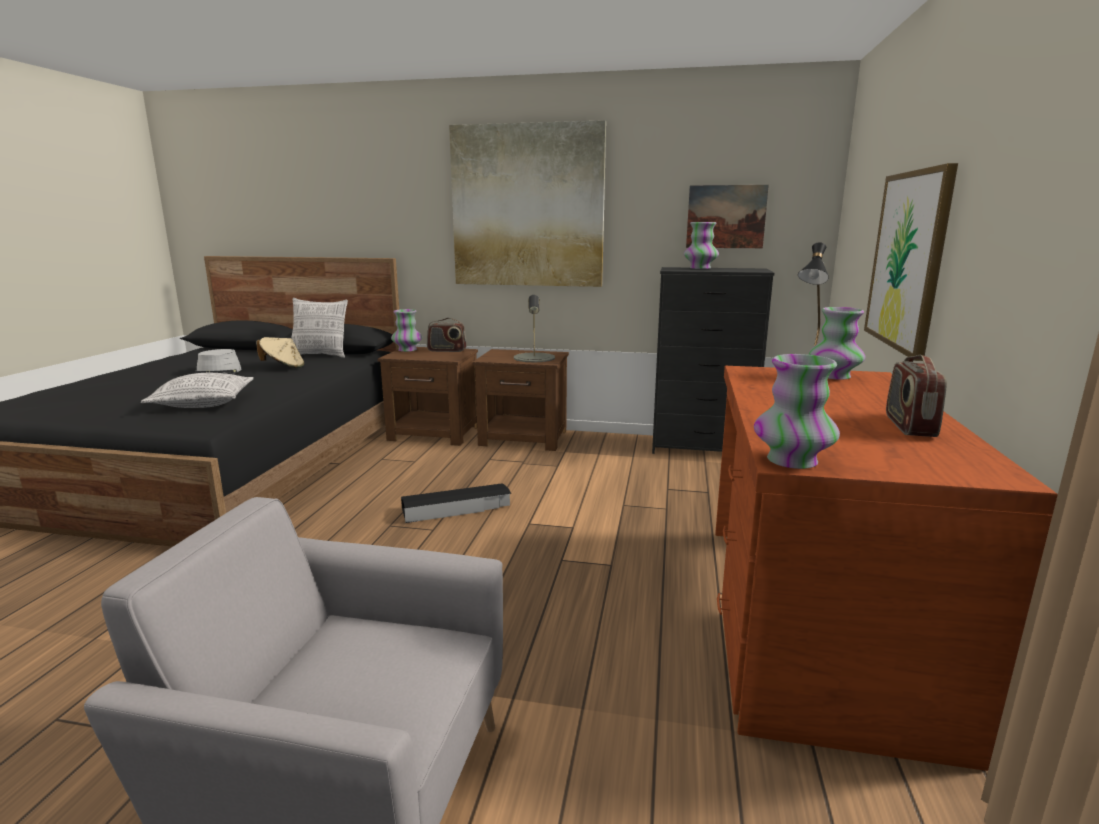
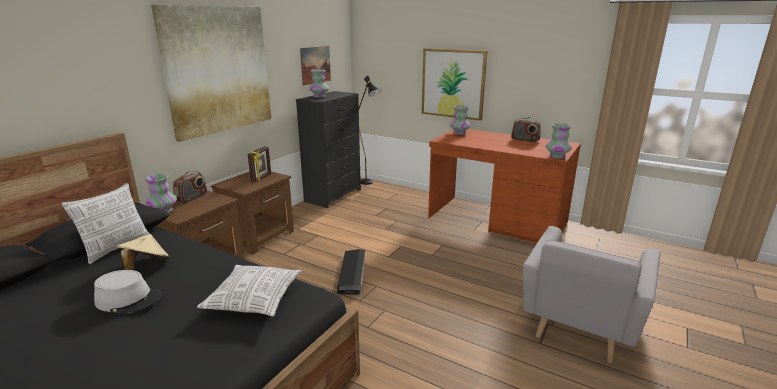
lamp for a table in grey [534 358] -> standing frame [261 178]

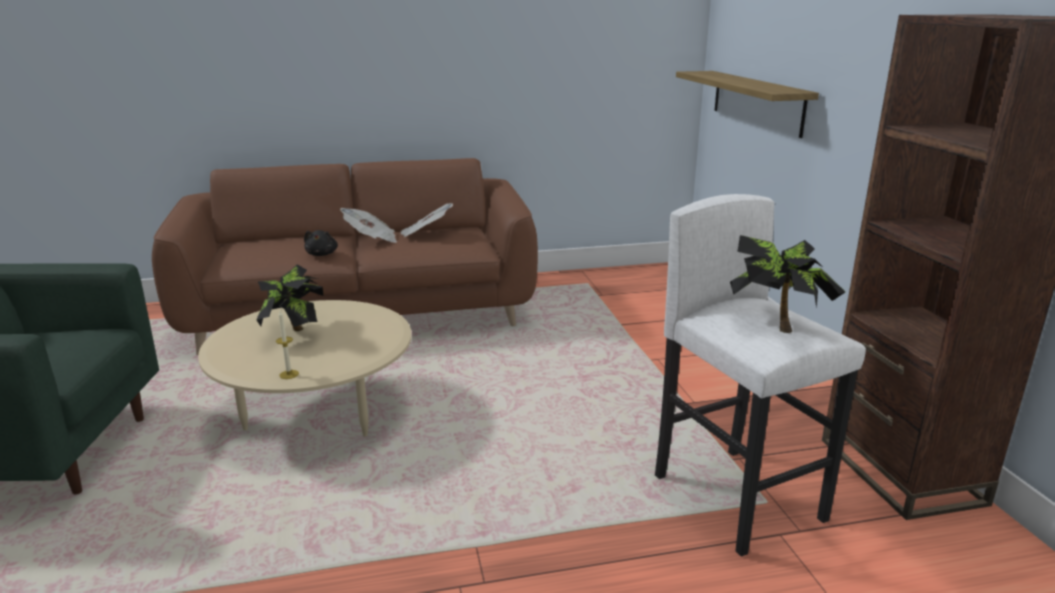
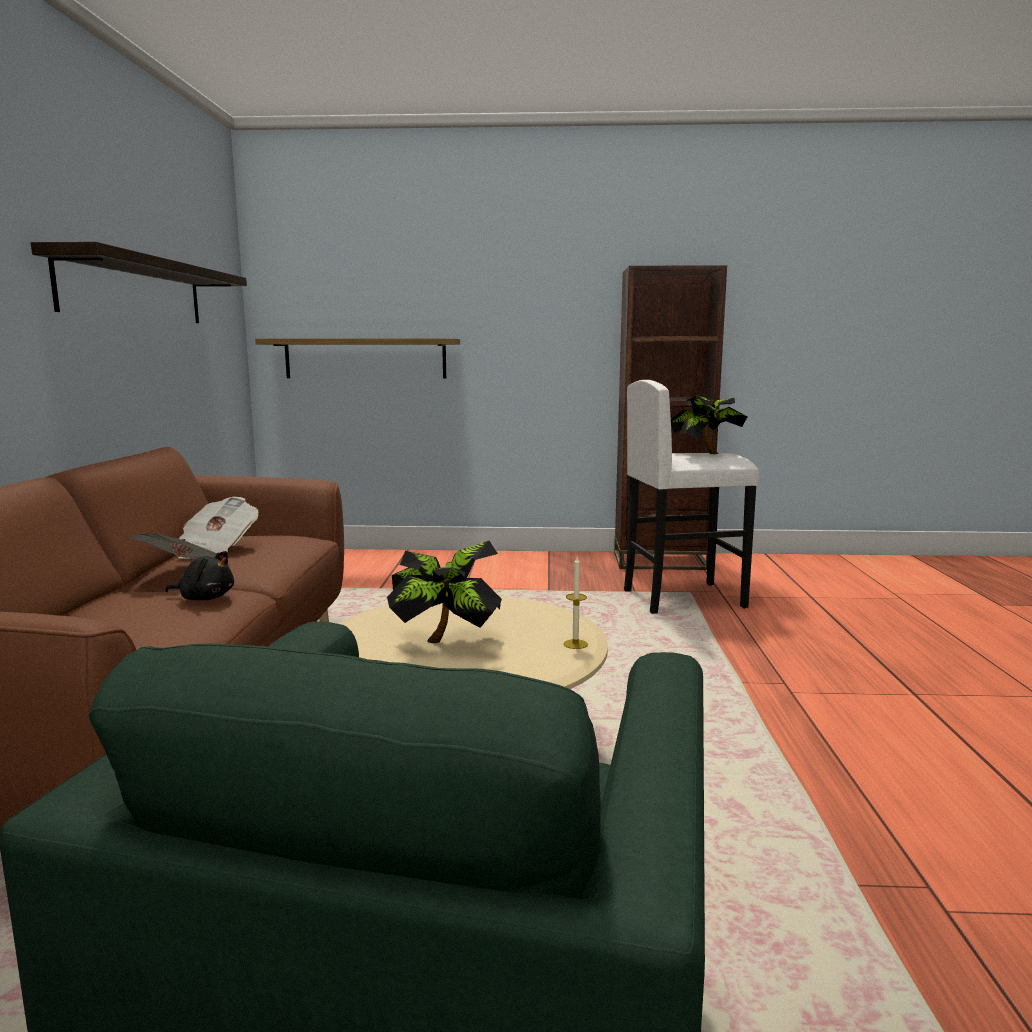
none -> bracket shelf [135 291]

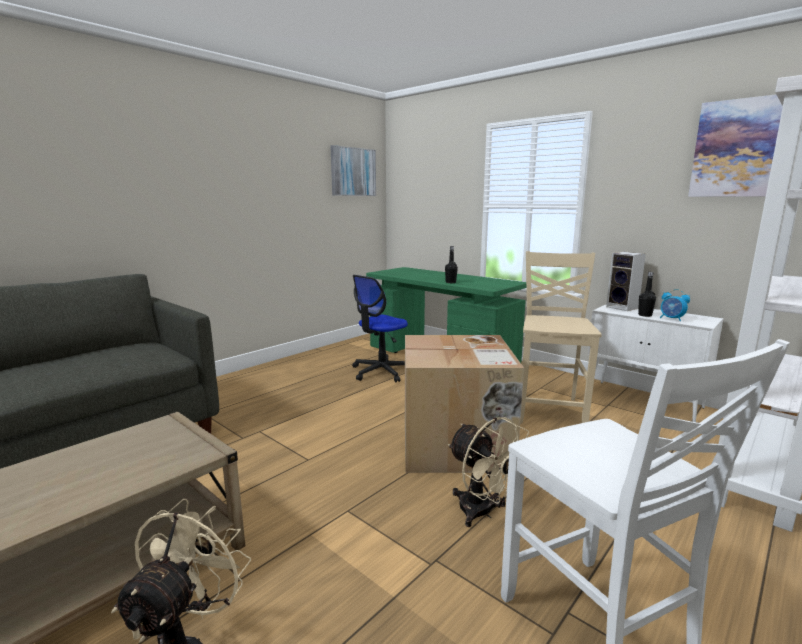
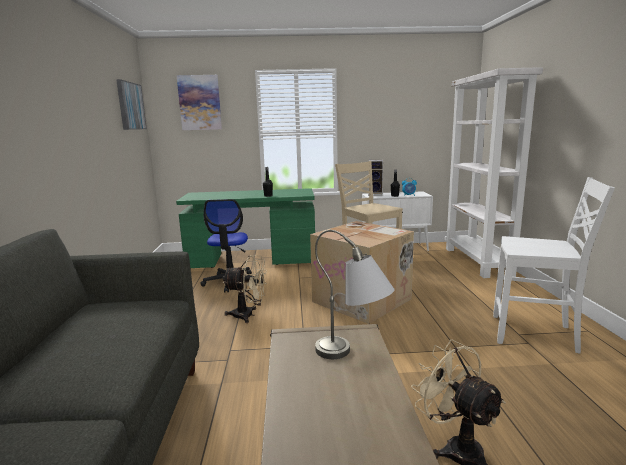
picture [735 149] -> picture [200 103], shifted
fan in beige-coloured [482 513] -> fan in beige-coloured [248 315], shifted
none -> lamp for a table in grey [353 356]

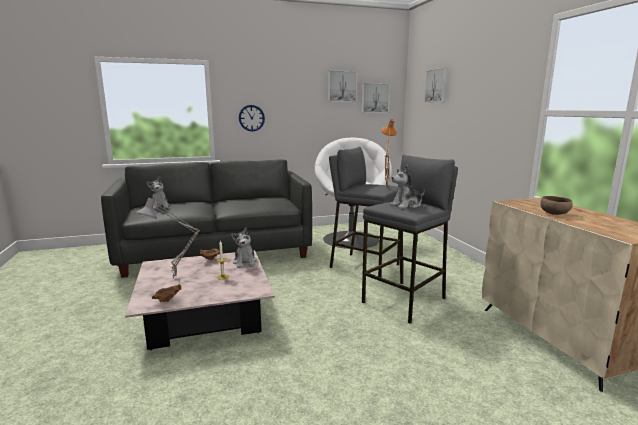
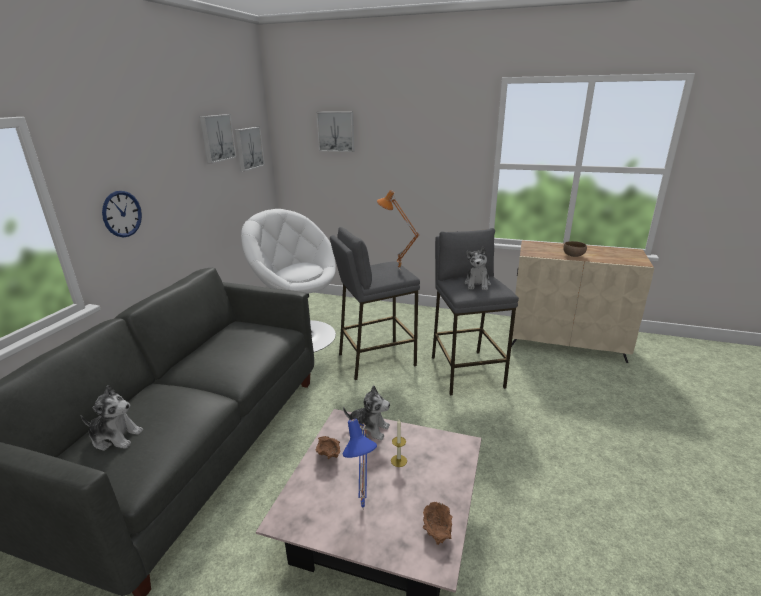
lamp for a table in grey [174 278] -> lamp for a table in bluish [365 507]

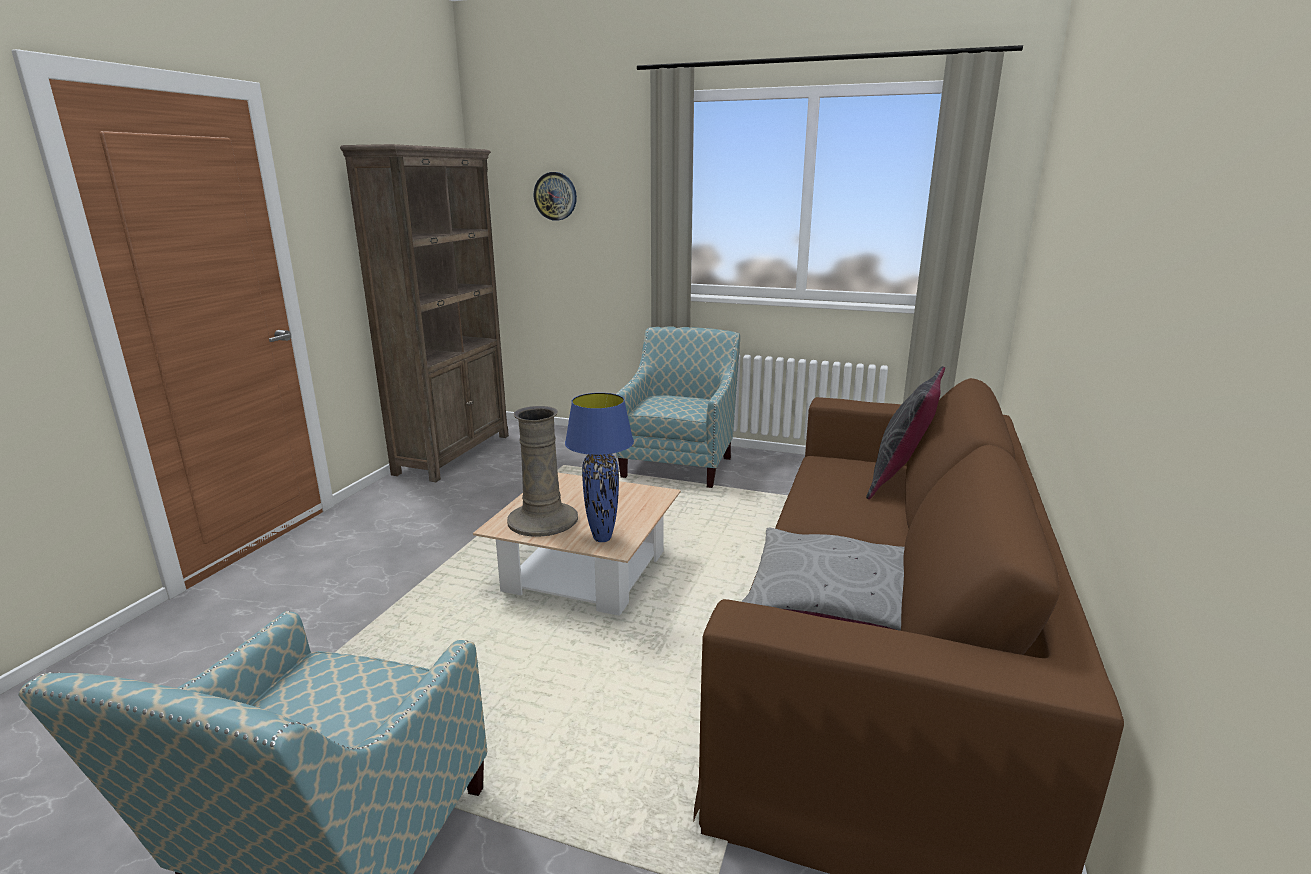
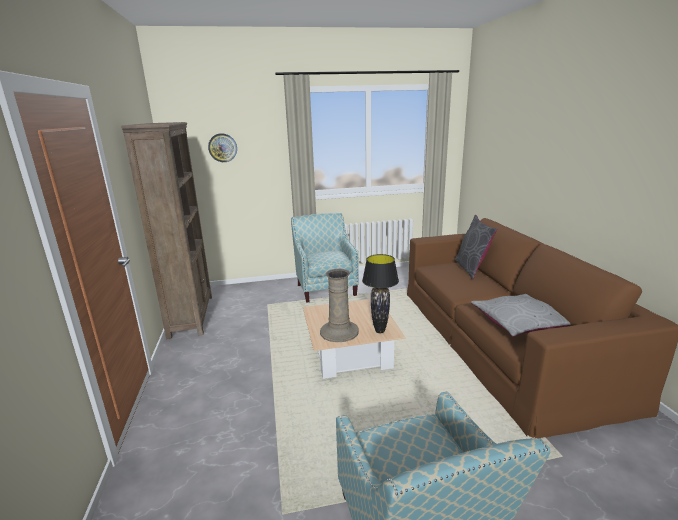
lamp for a table in bluish [603 538] -> lamp for a table in blackish [380 331]

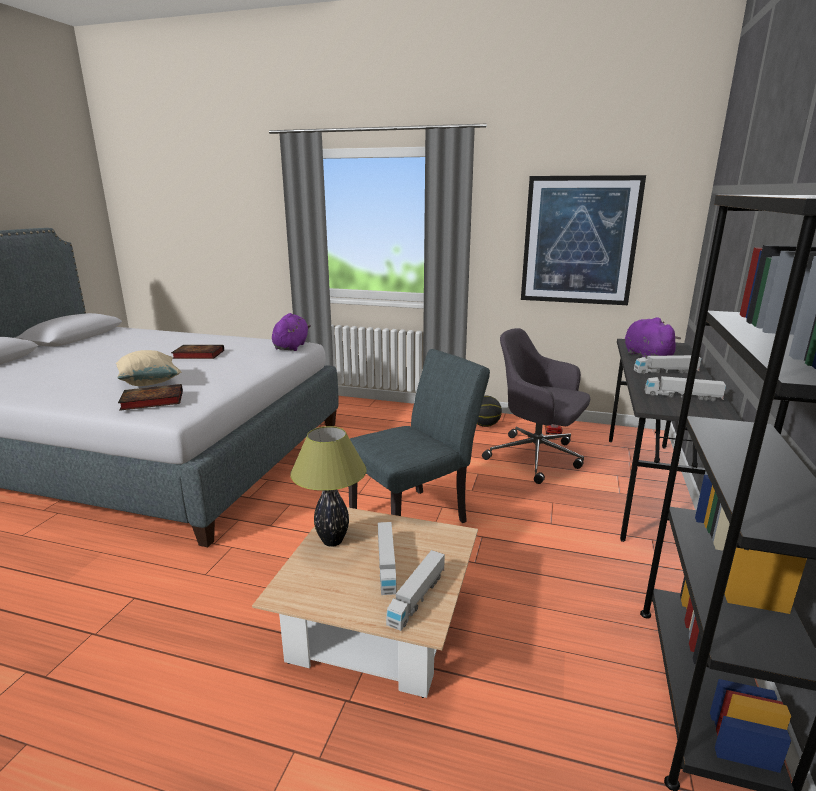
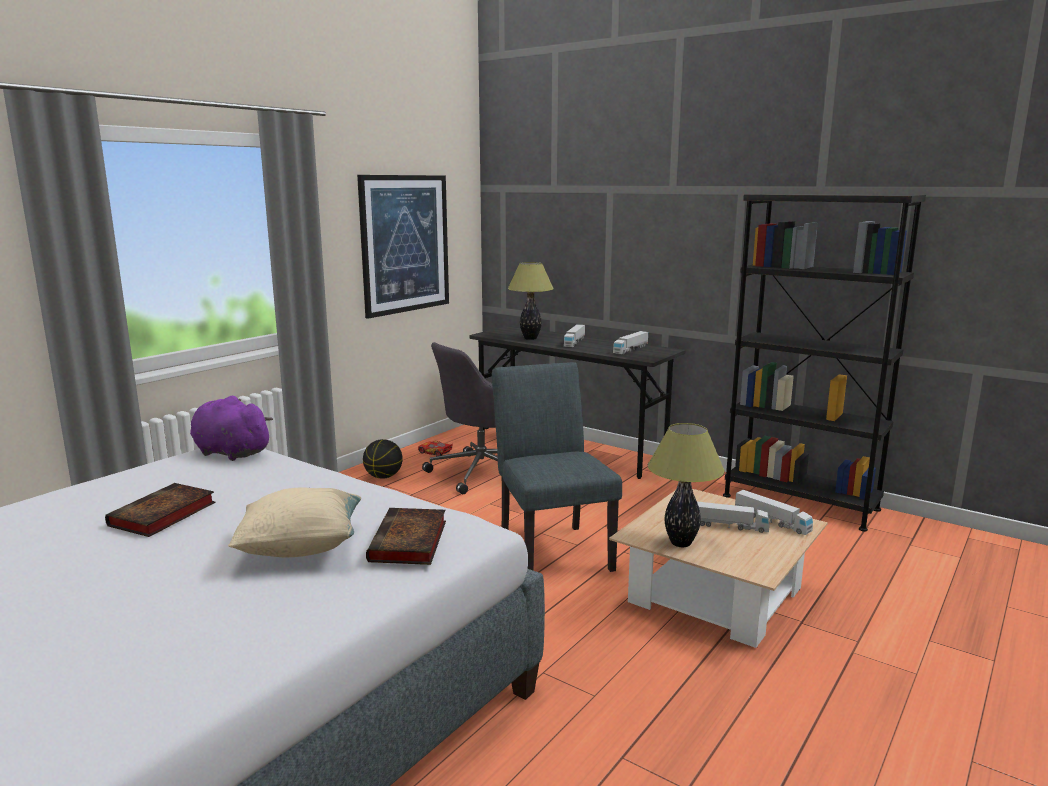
soft toy in purple-coloured [646 356] -> lamp for a table [530 338]

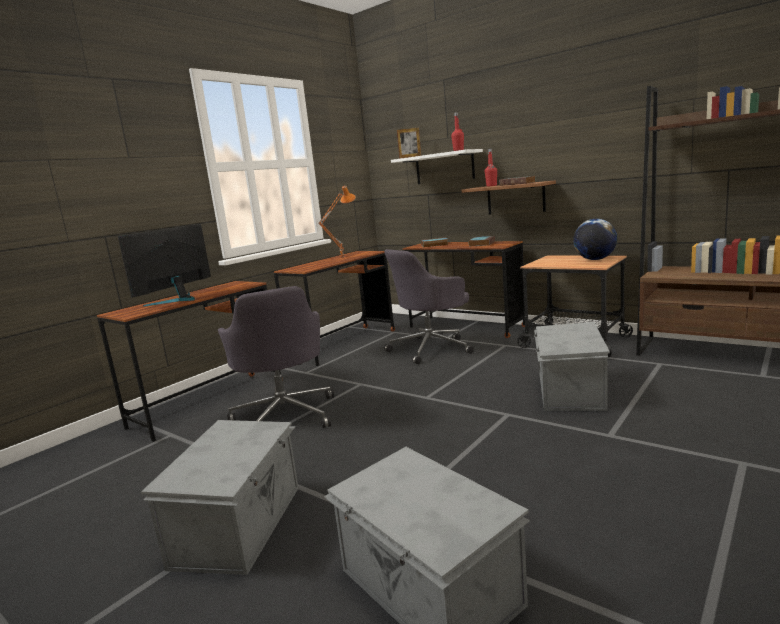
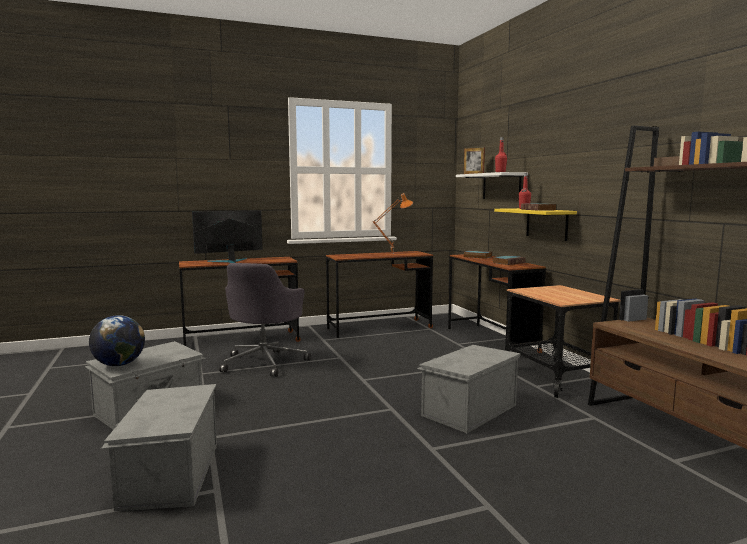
bracket shelf in brownish [515 198] -> bracket shelf in yellow [546 223]
desk globe [595 259] -> desk globe [119 364], shifted
computer chair in grey [431 348] -> none

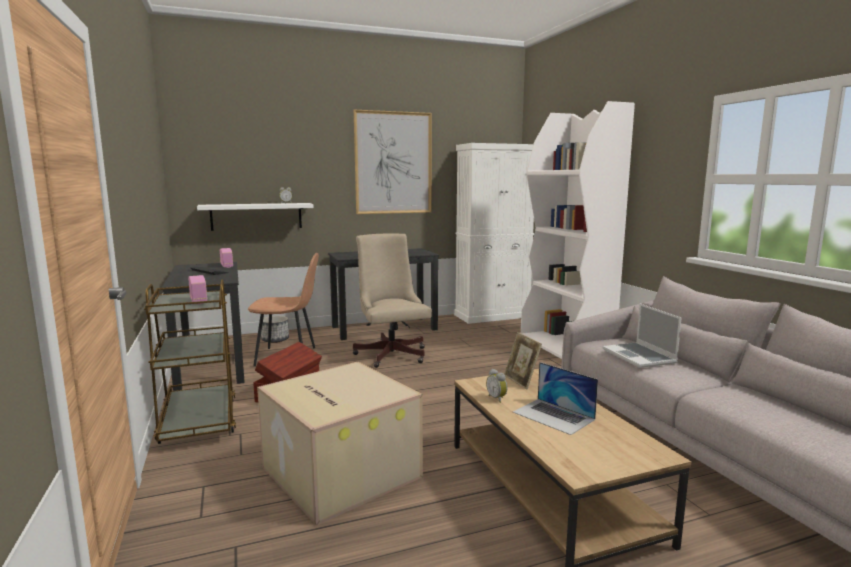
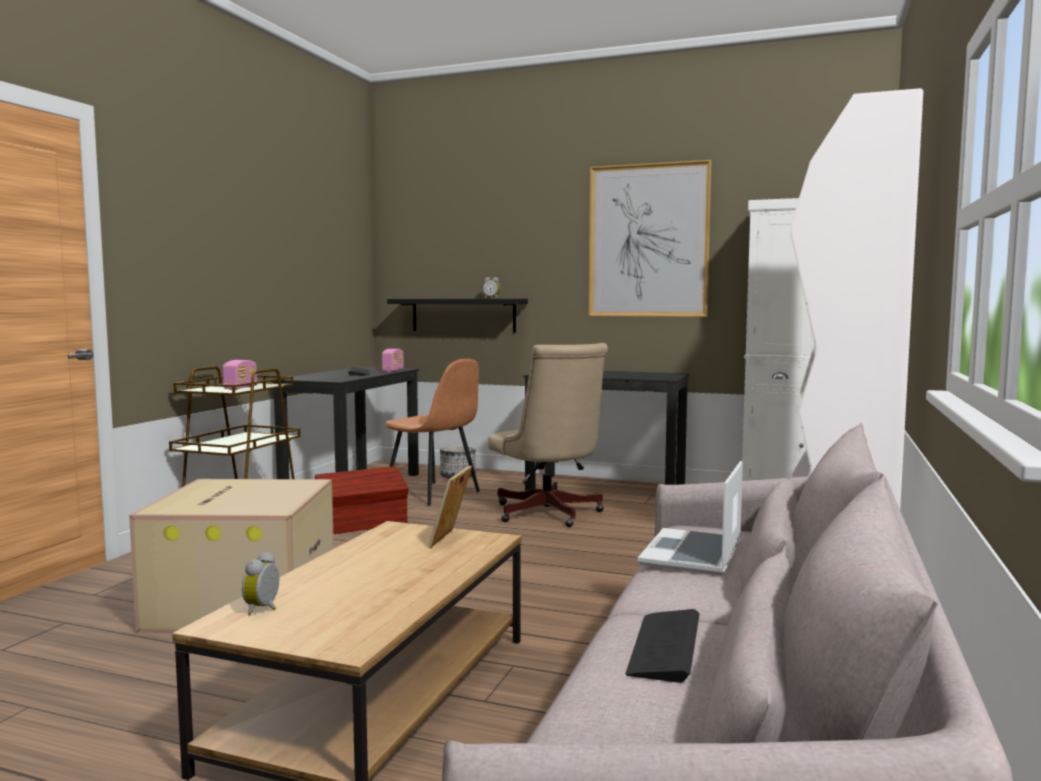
bracket shelf in white-coloured [256 216] -> bracket shelf in blackish [463 315]
computer chair in beige-coloured [391 353] -> computer chair in beige-coloured [549 515], 135 degrees clockwise
portable computer [553 416] -> none
table clock [497 398] -> table clock [264 609], shifted
none -> computer keyboard [665 646]

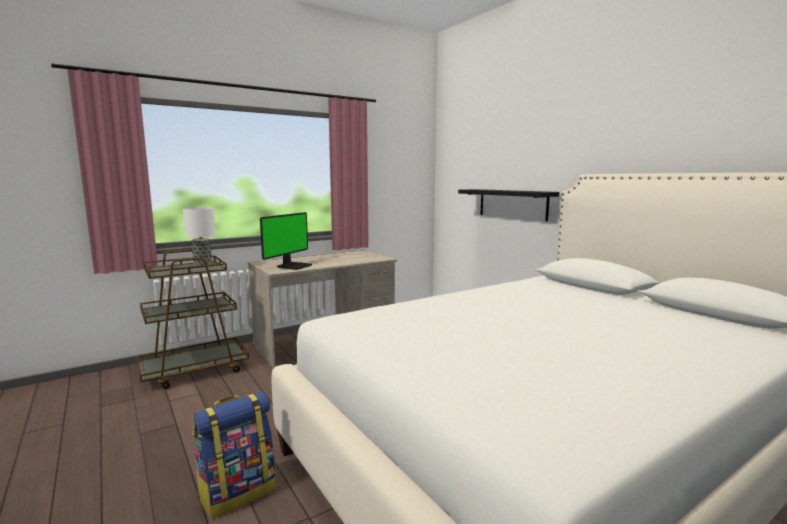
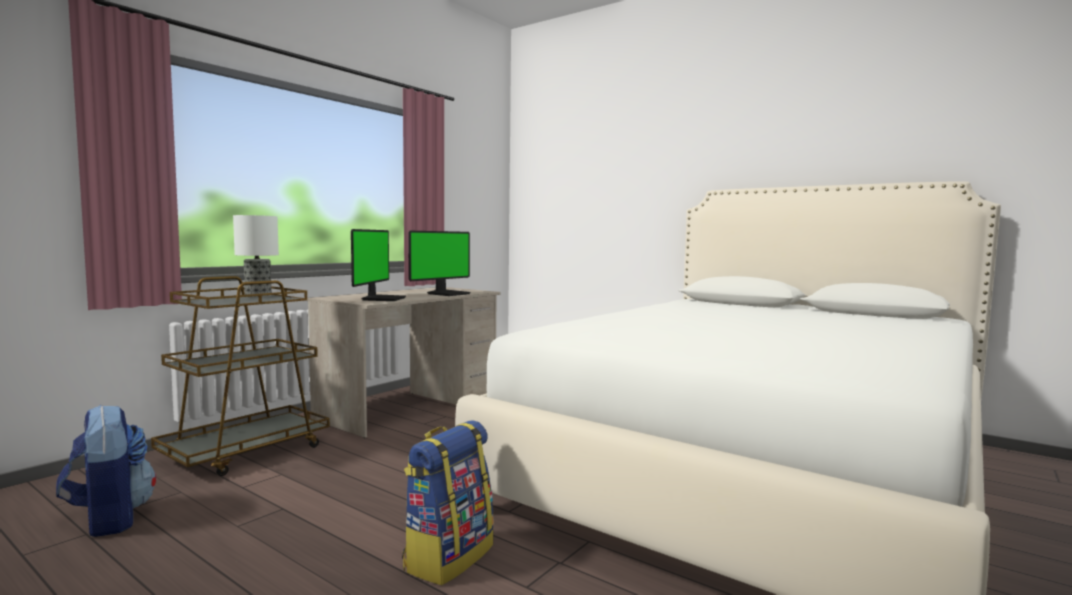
bracket shelf in blackish [512 204] -> none
none -> computer display [447 293]
none -> rucksack [109 519]

